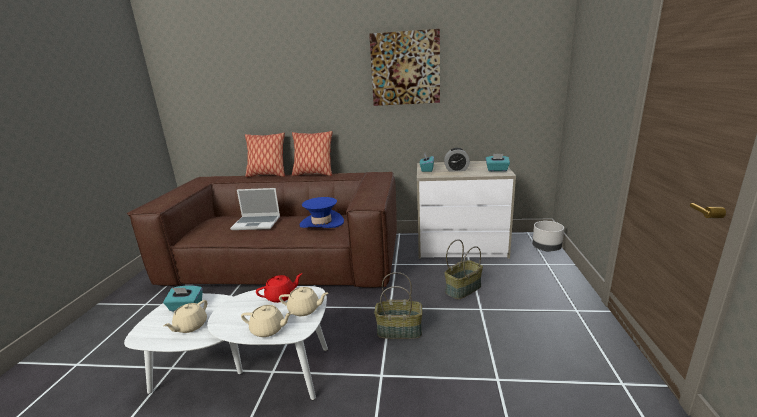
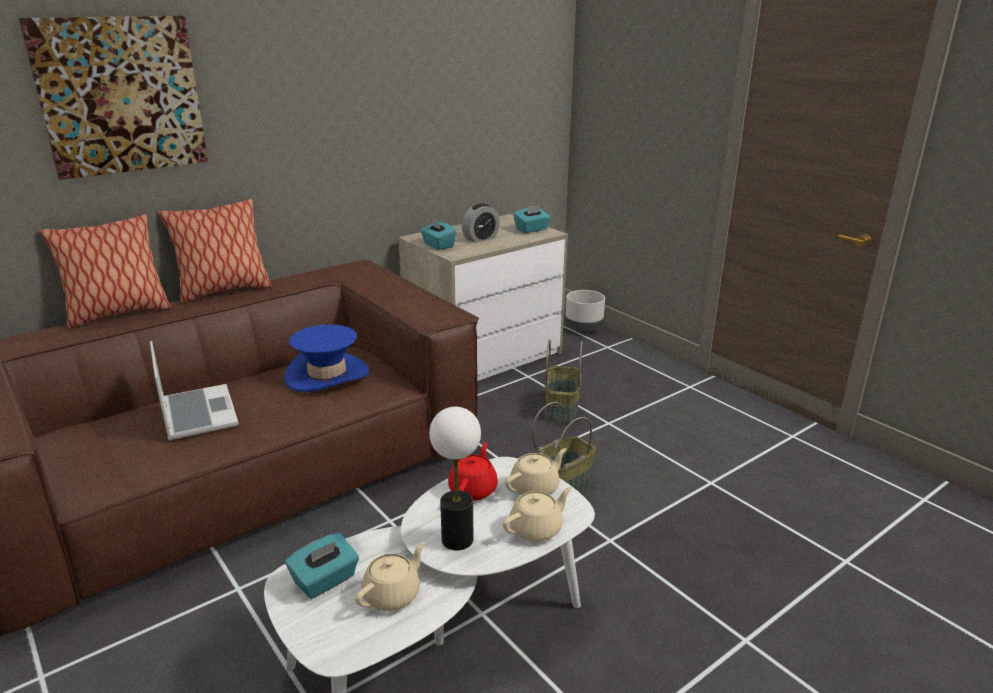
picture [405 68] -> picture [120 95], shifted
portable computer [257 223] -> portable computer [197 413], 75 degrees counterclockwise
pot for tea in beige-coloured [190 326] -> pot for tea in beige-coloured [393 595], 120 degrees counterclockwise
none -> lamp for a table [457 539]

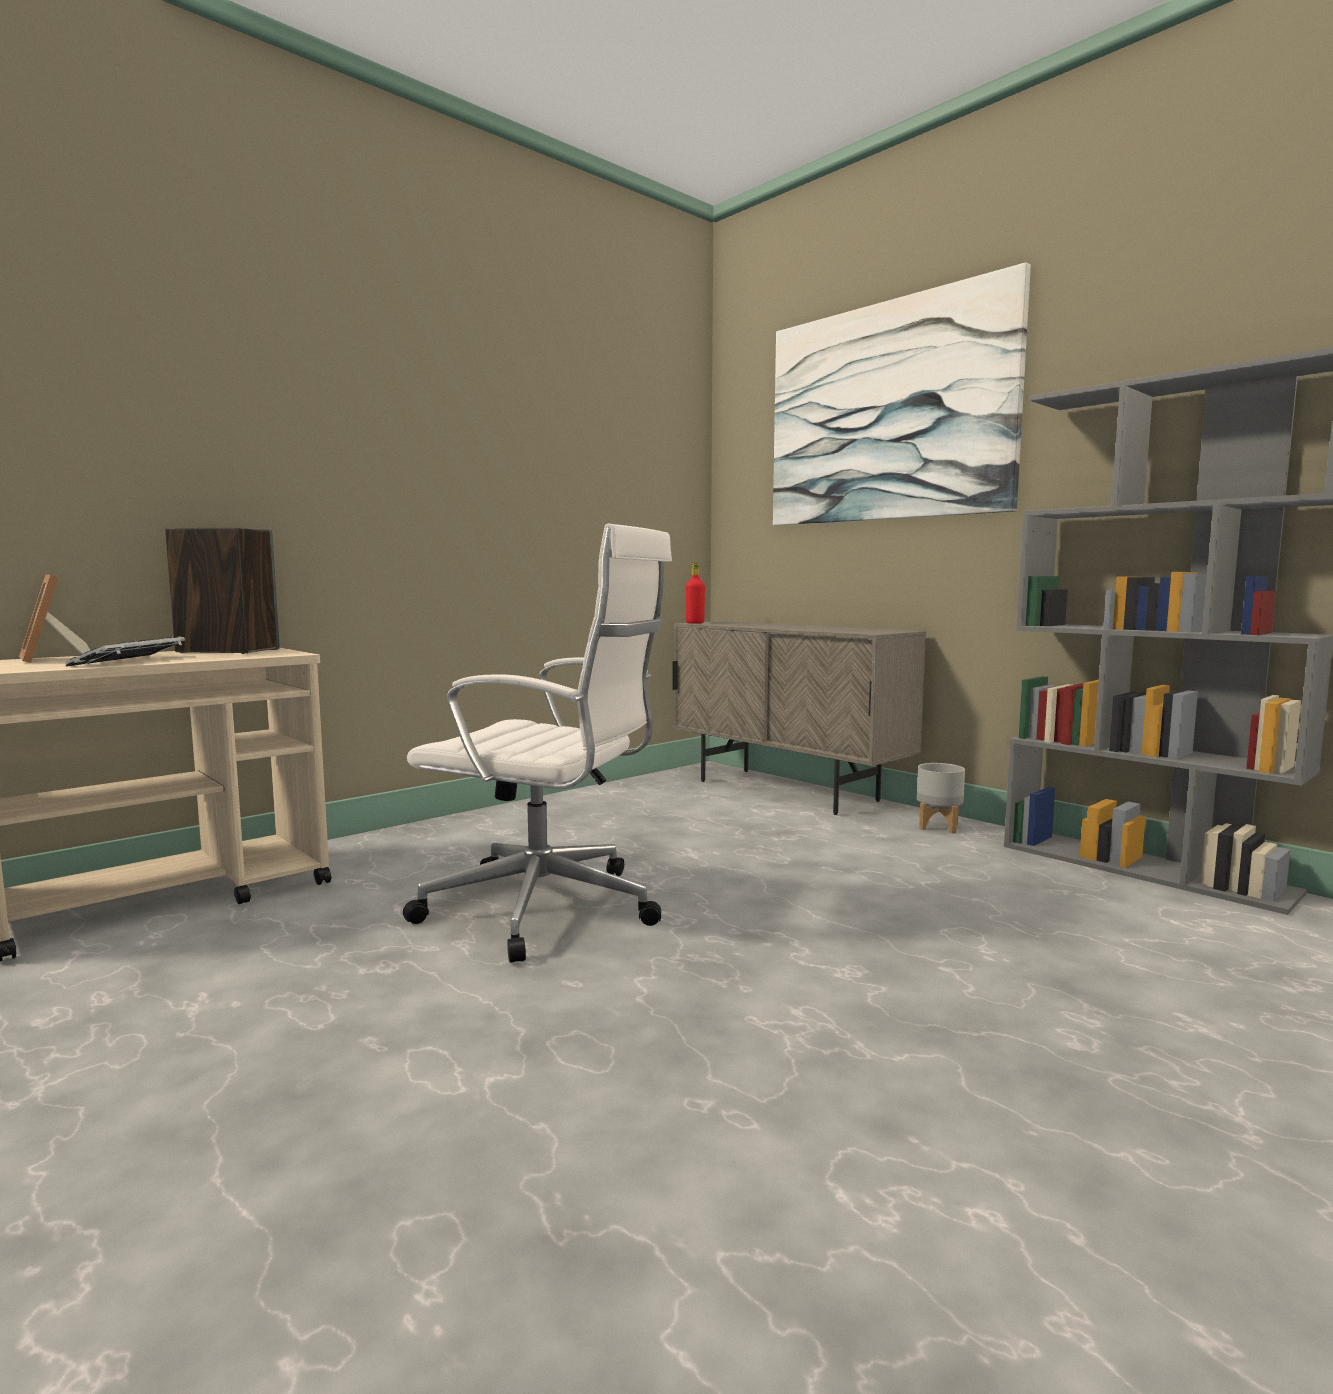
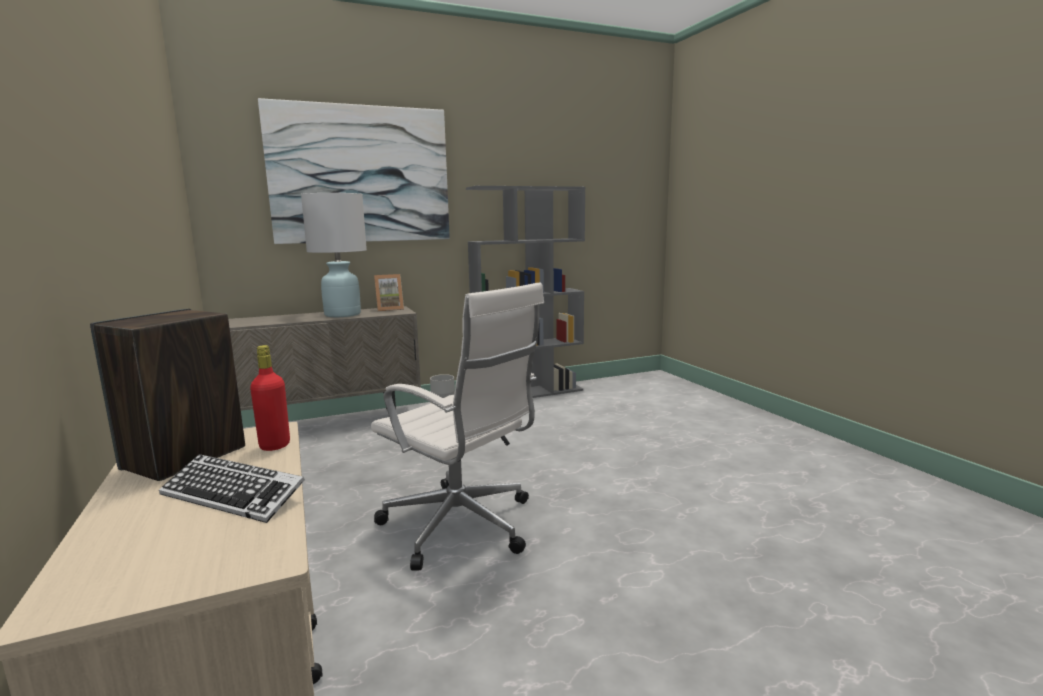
computer chair in white-coloured [548 909] -> computer chair in white-coloured [461 526], 90 degrees clockwise
drink bottle in reddish [695 623] -> drink bottle in reddish [275 445], shifted
standing frame [53 659] -> standing frame [389 309], shifted
none -> lamp for a table in white-coloured [342 314]

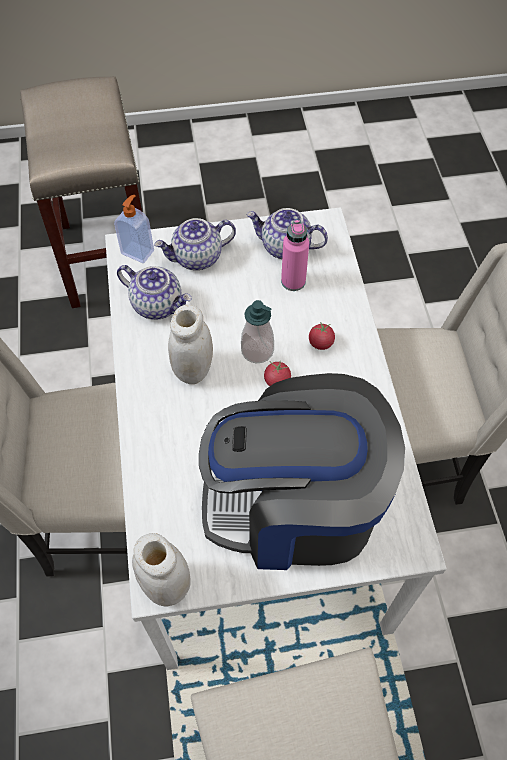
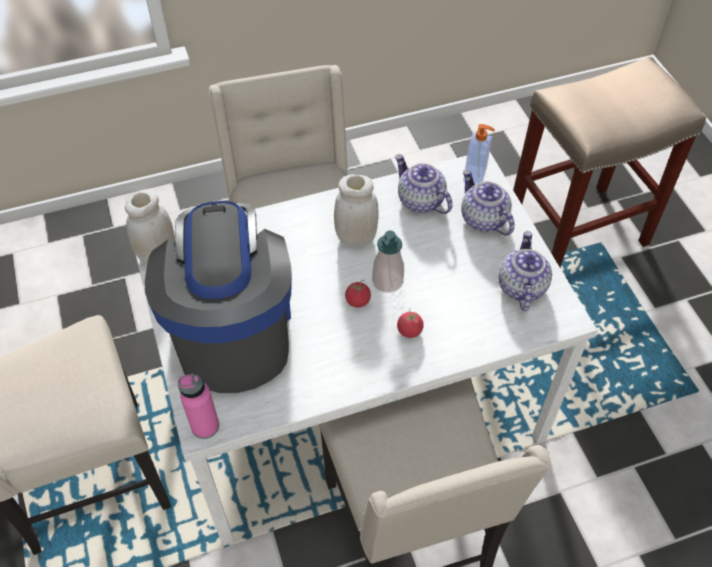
drink bottle in pinkish [293 281] -> drink bottle in pinkish [205 426], shifted
pot for tea [158 304] -> pot for tea [420 201], 120 degrees clockwise

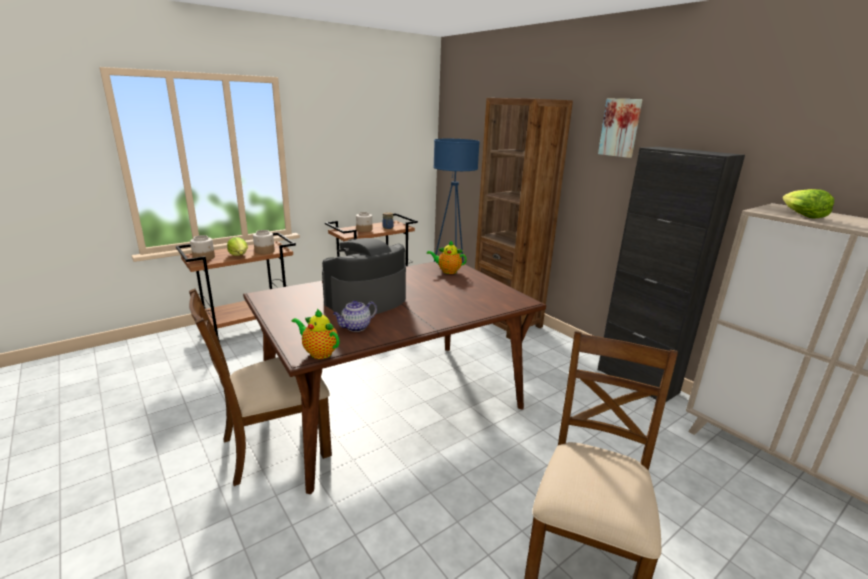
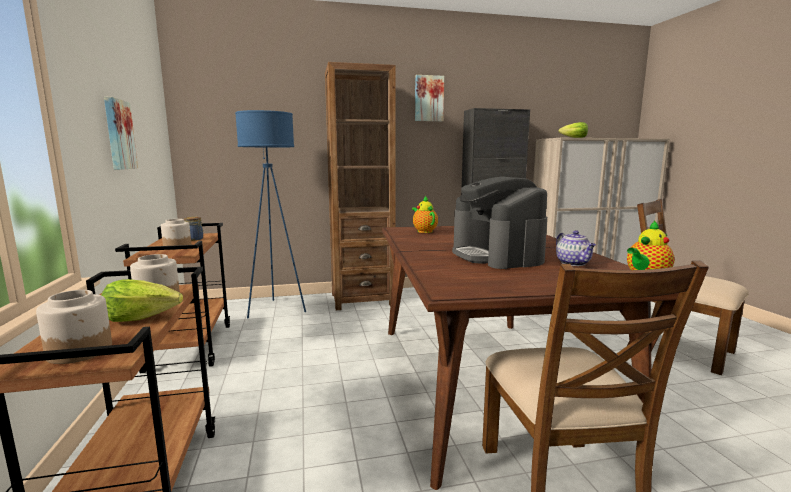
pot for tea [447 271] -> pot for tea [424 231], 120 degrees clockwise
none -> picture [118 134]

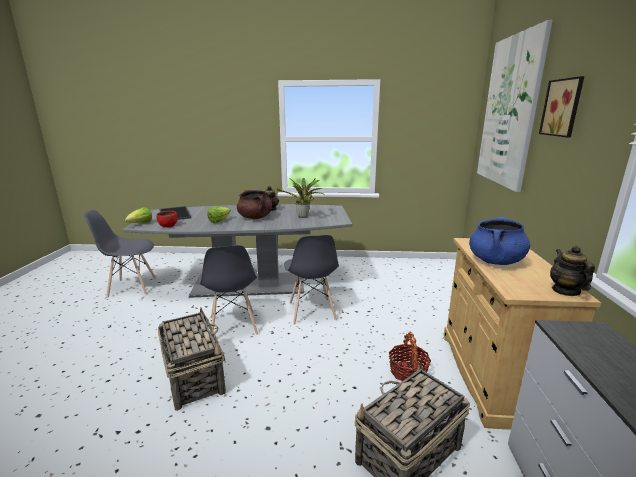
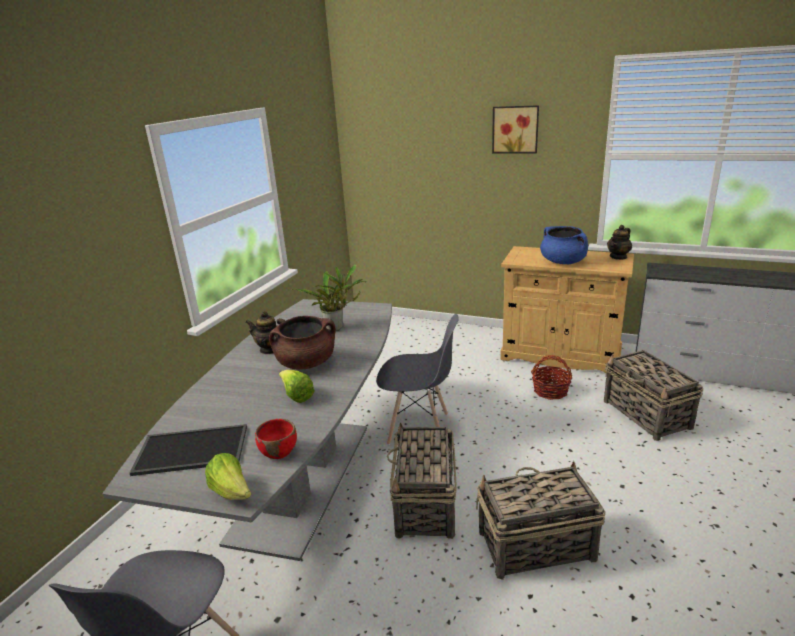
picture [509 112] -> none
upright chair in grey [233 326] -> household basket [425 504]
pot for tea [565 291] -> pot for tea [618 257], 60 degrees counterclockwise

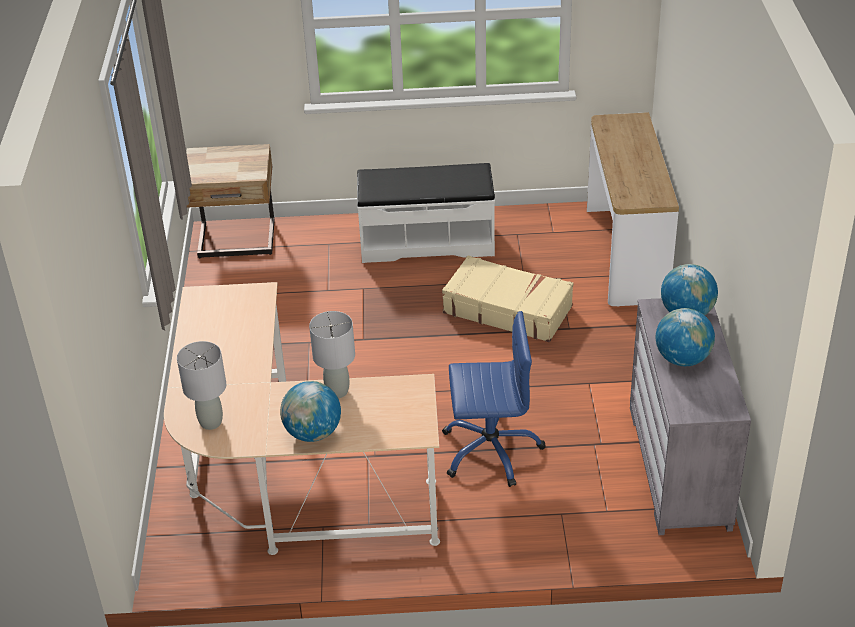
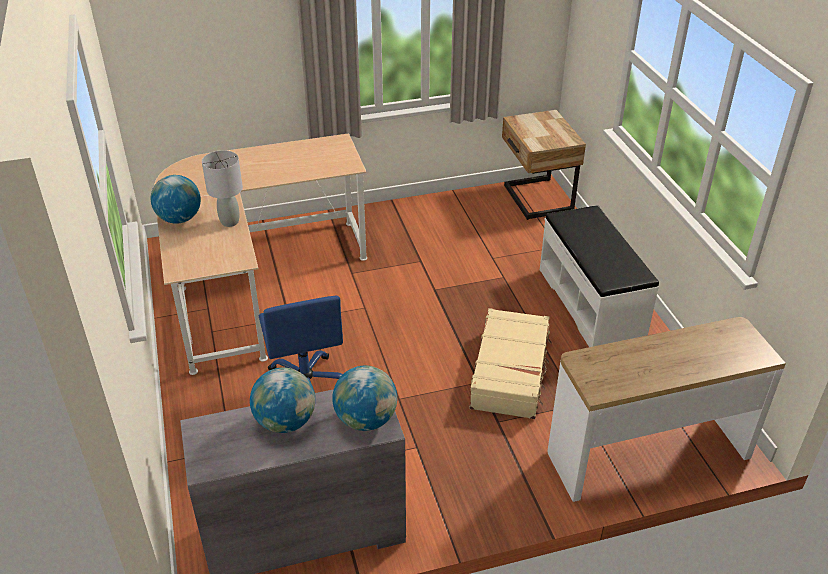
lamp for a table in grey [211 423] -> none

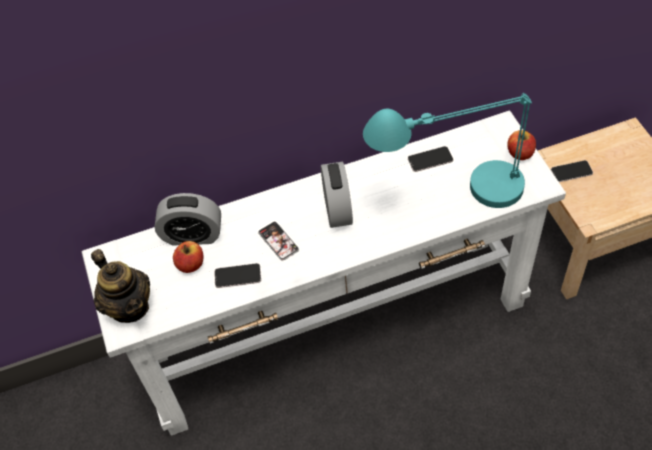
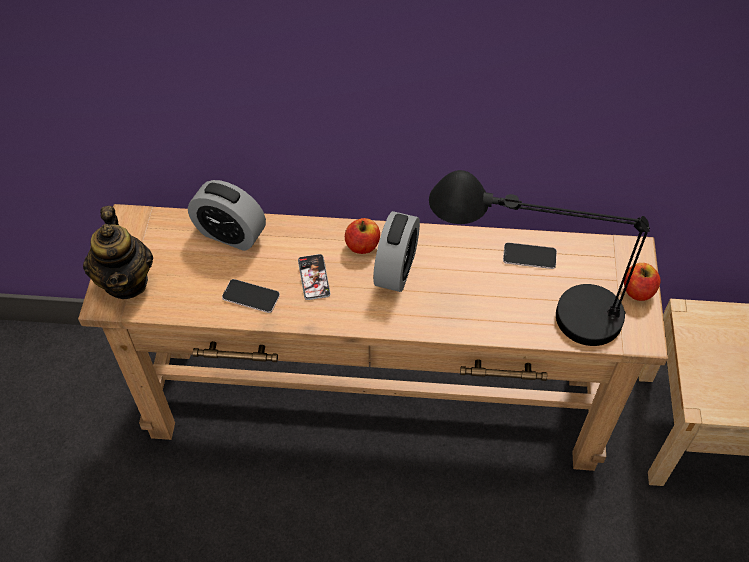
lamp for a table in blue-green [450 198] -> lamp for a table in blackish [528 308]
hall table in white-coloured [336 329] -> hall table in brownish [375 404]
handset [571 172] -> none
apple [191 264] -> apple [362 245], shifted

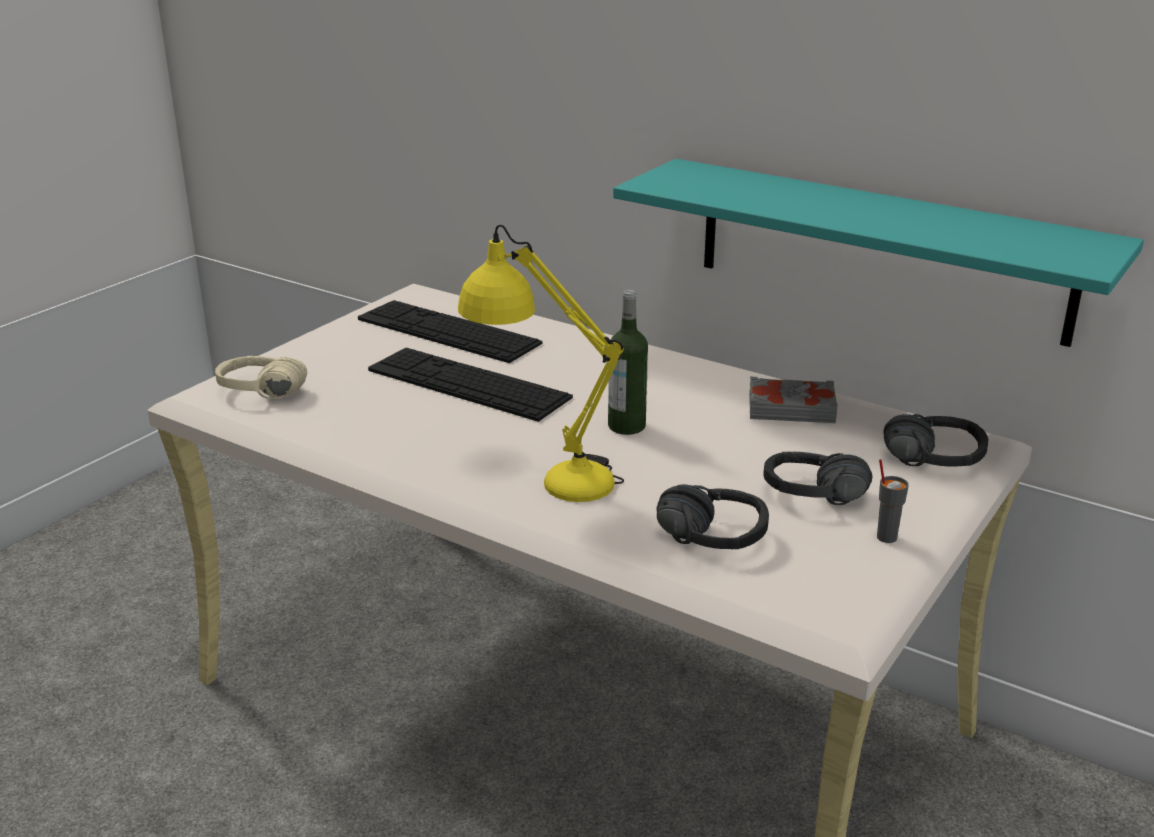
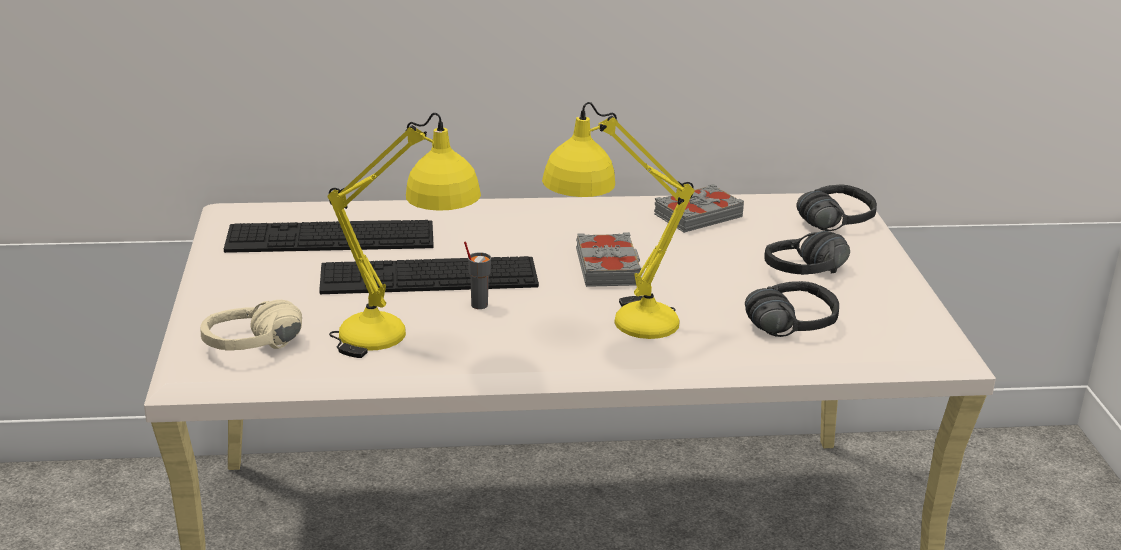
bracket shelf in blue-green [880 249] -> none
drink bottle [626 426] -> bound book in grey [608 268]
cup in grey [886 537] -> cup in grey [478 305], shifted
none -> lamp for a table in yellow [404 342]

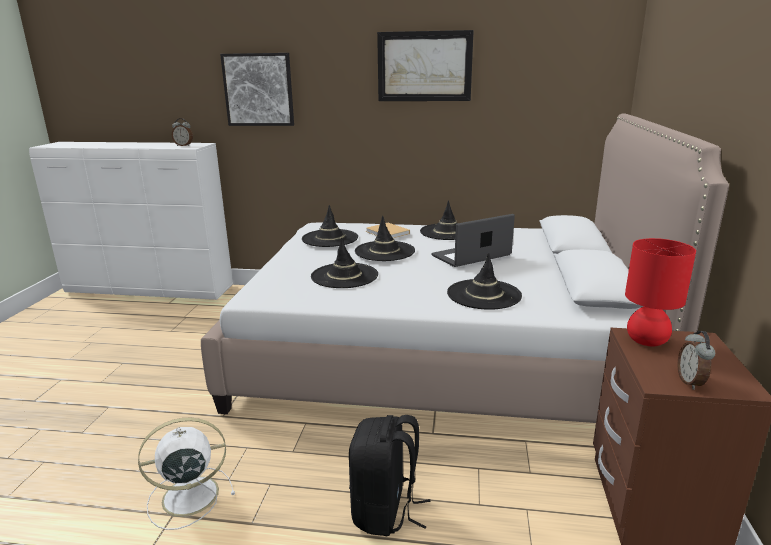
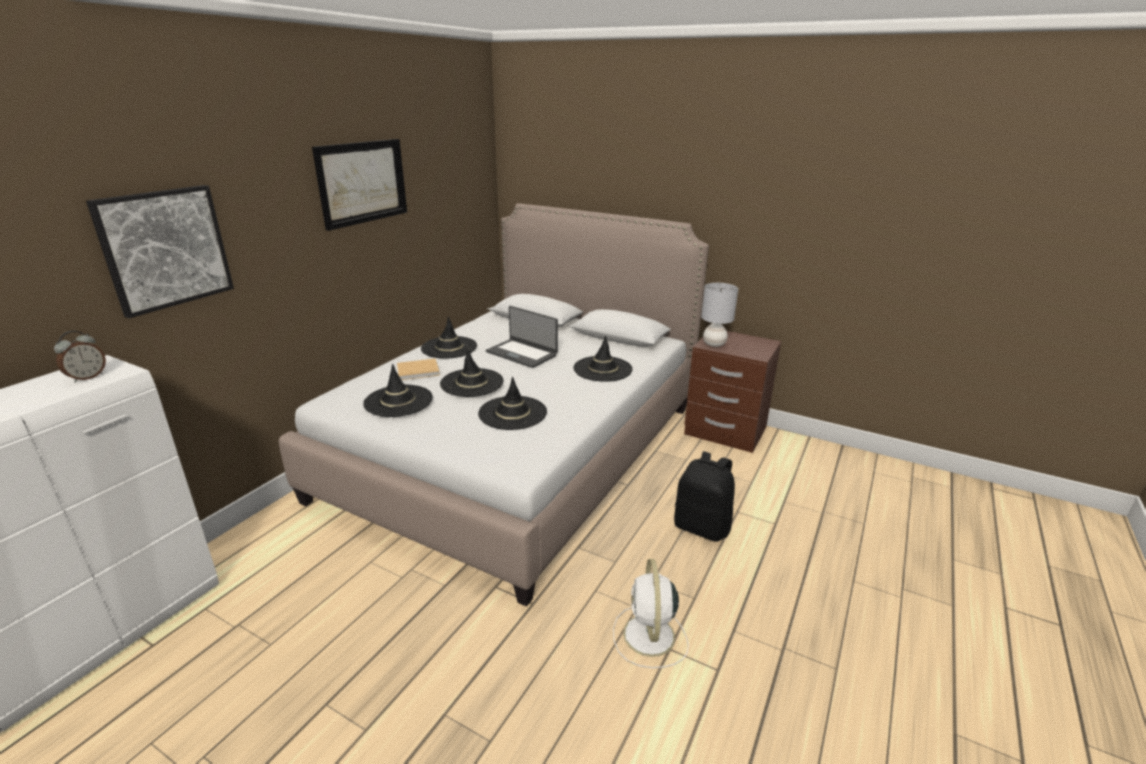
portable computer [472 256] -> portable computer [522 353], 45 degrees counterclockwise
lamp for a table in reddish [646 341] -> lamp for a table in grey [714 344]
table clock [691 382] -> none

